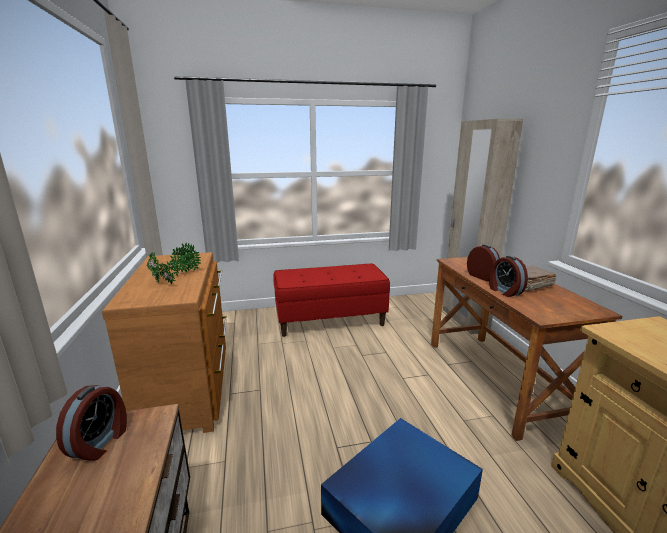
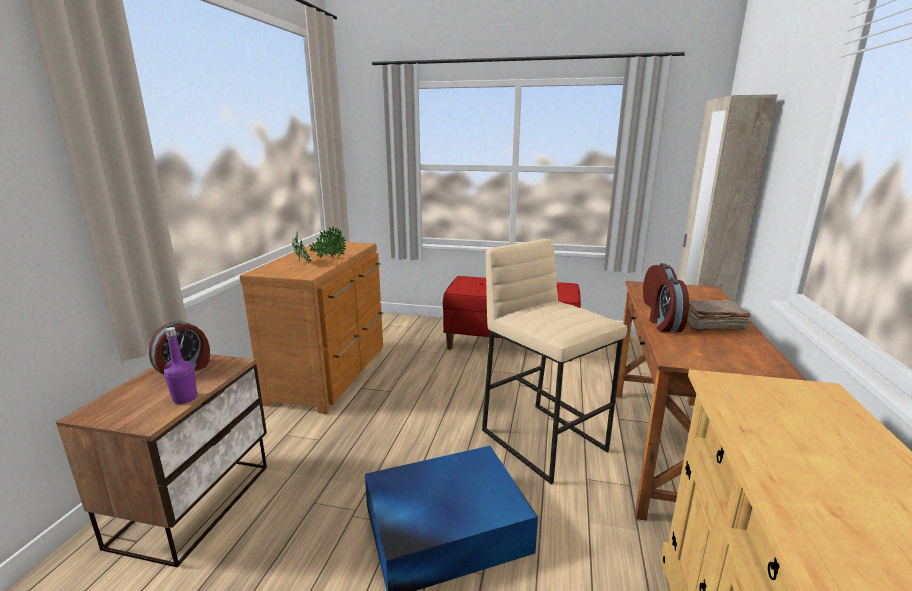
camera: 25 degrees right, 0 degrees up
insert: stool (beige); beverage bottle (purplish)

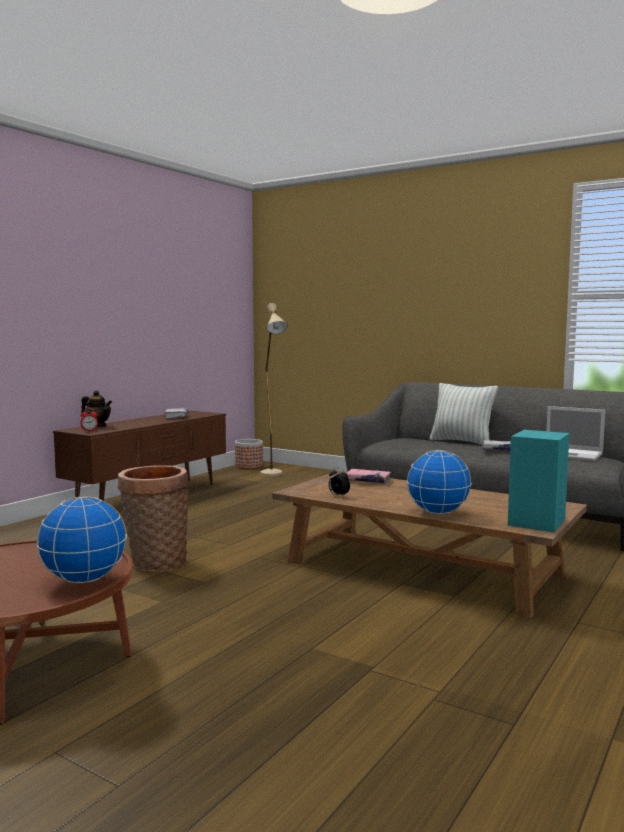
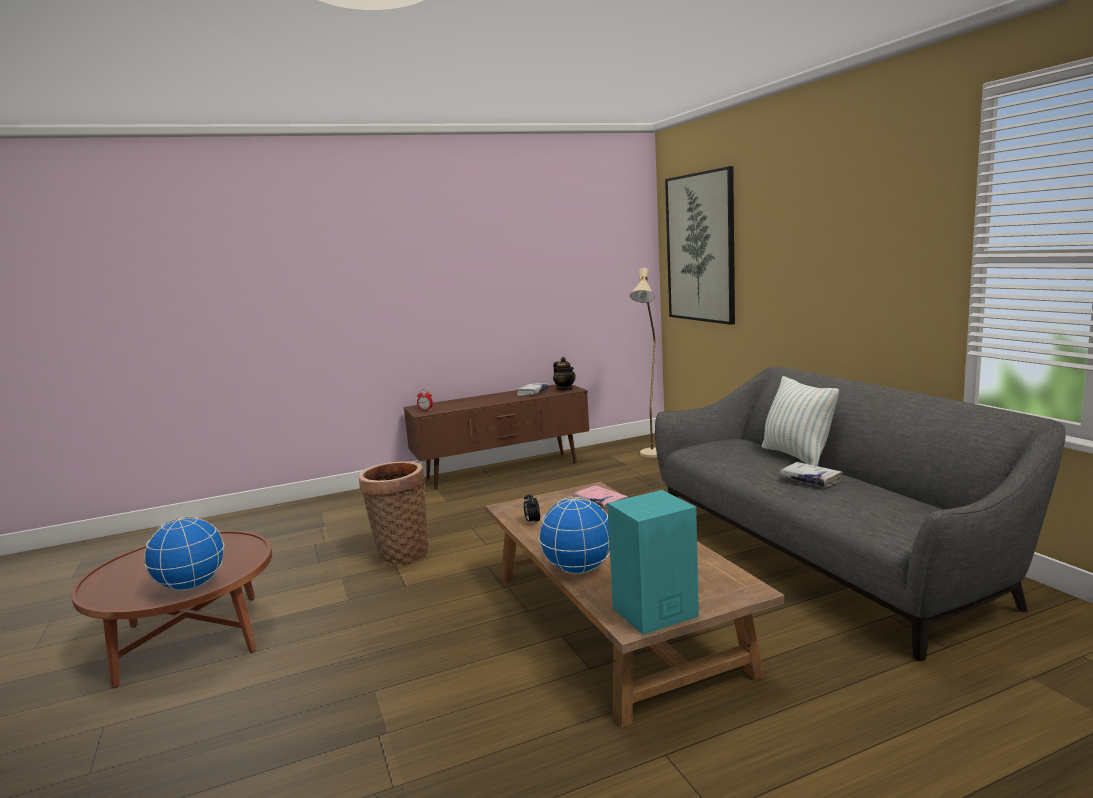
camera: 35 degrees right, 5 degrees up
delete: portable computer; planter
insert: picture
move: pot for tea

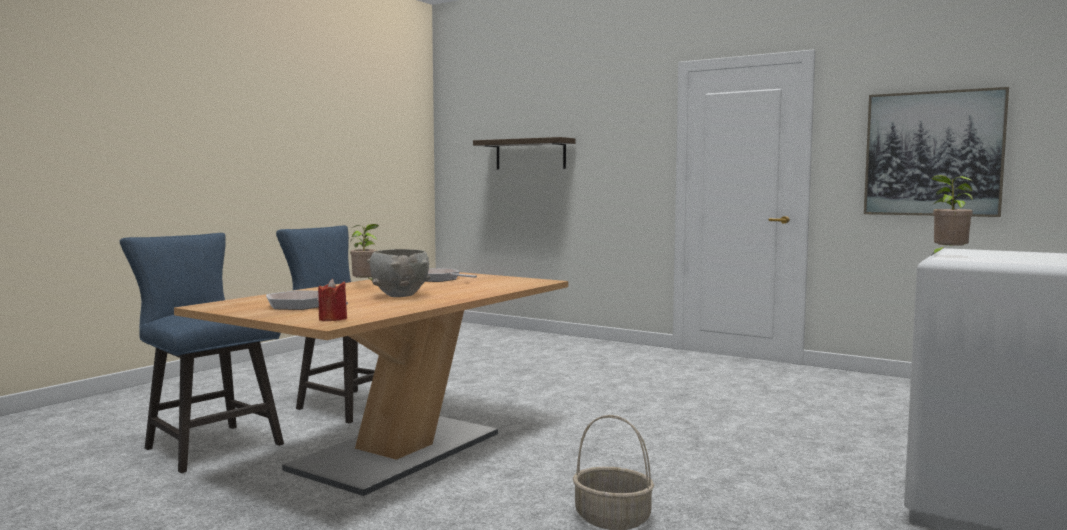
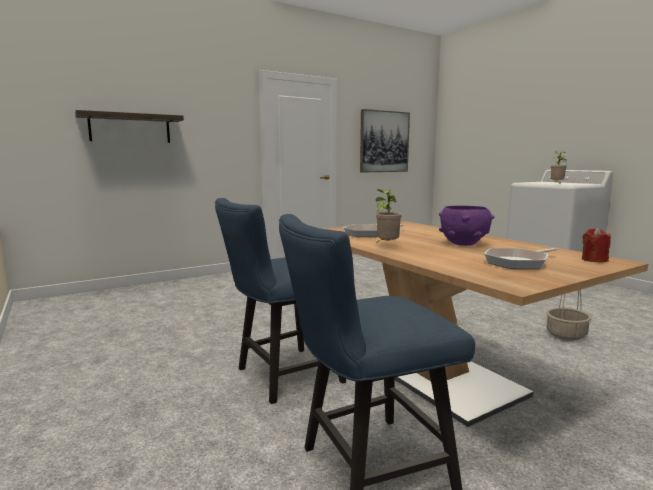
camera: 65 degrees left, 5 degrees up
recolor: deep dish (greyish) to deep dish (purplish)

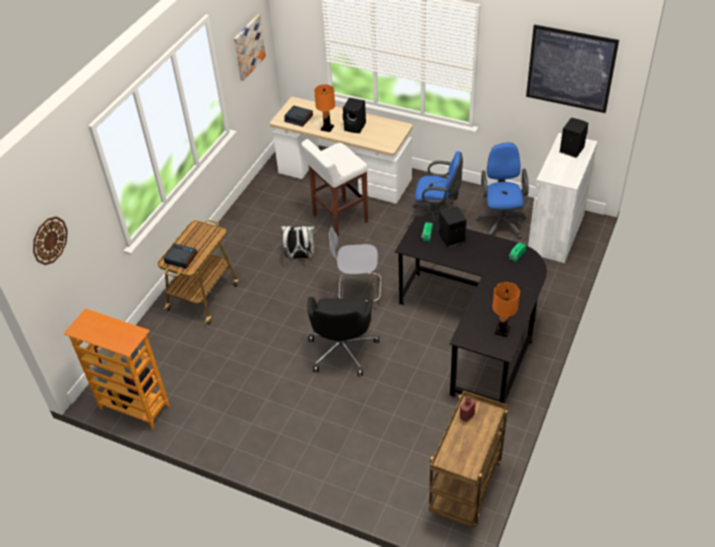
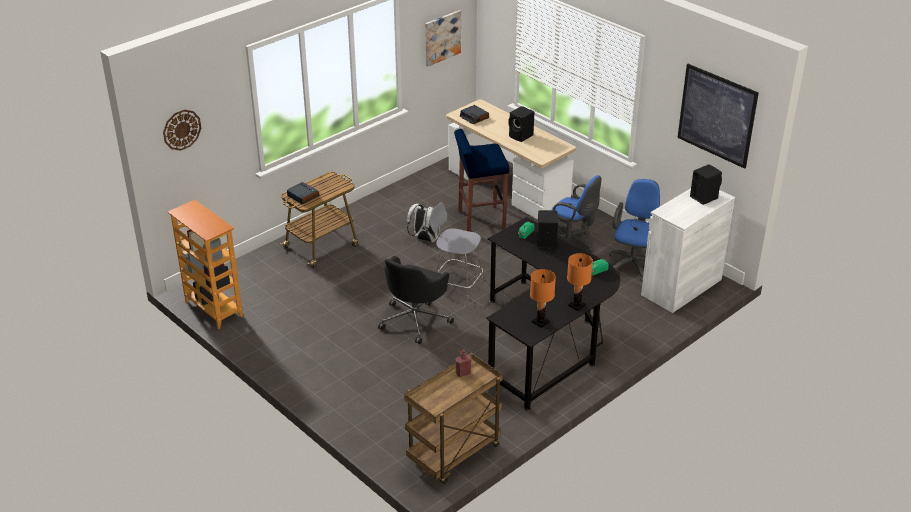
camera: 20 degrees right, 10 degrees down
move: tabletop lamp (orange-coloured) (1st from left in the first image) to tabletop lamp (orange-coloured) (2nd from left)
recolor: stool (white) to stool (blue)

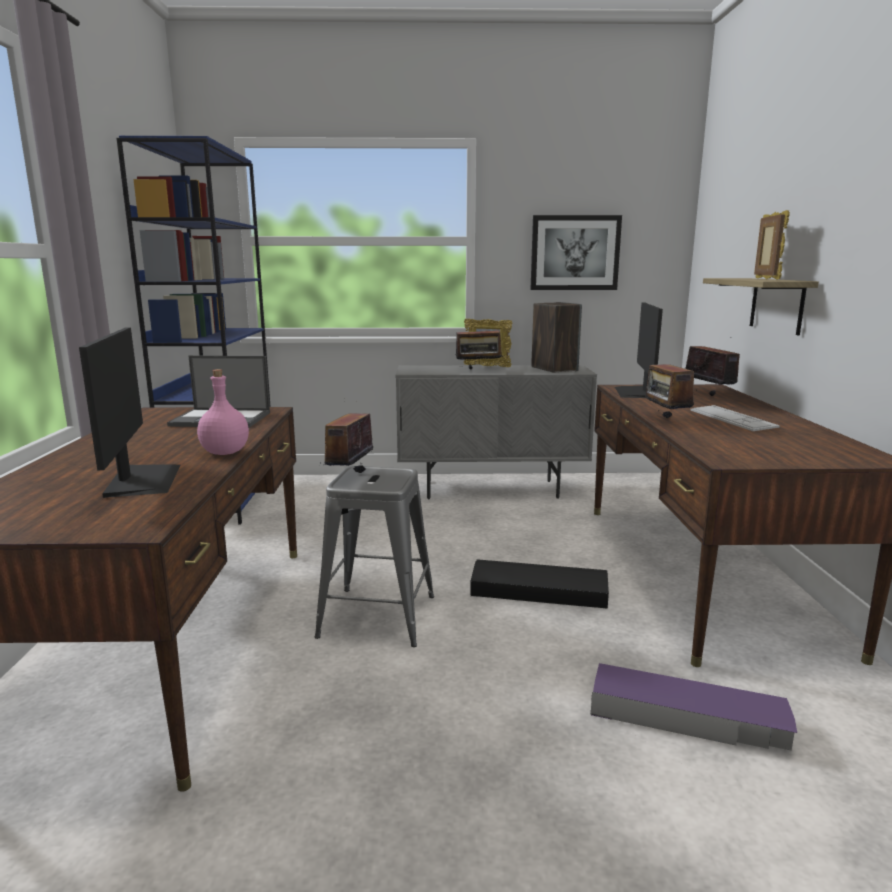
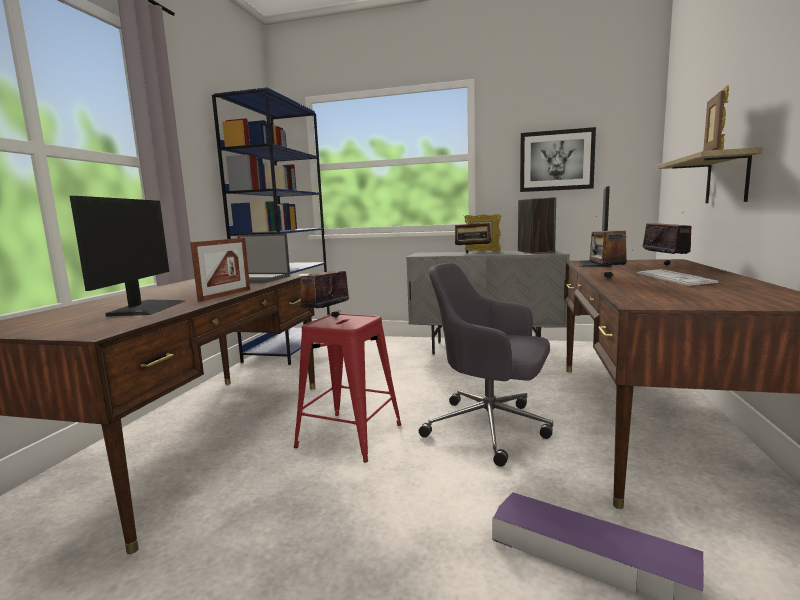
camera: 15 degrees right, 5 degrees down
replace: beverage bottle (pink) to standing frame (1st from left); storage bin (black) to office chair (greyish)
recolor: stool (greyish) to stool (red-coloured)

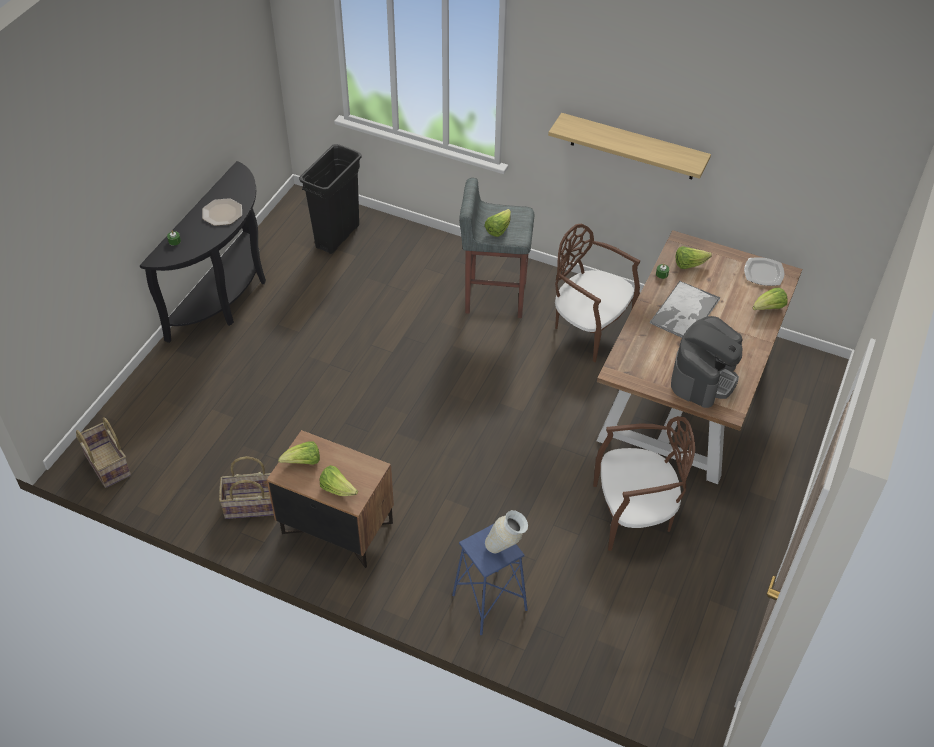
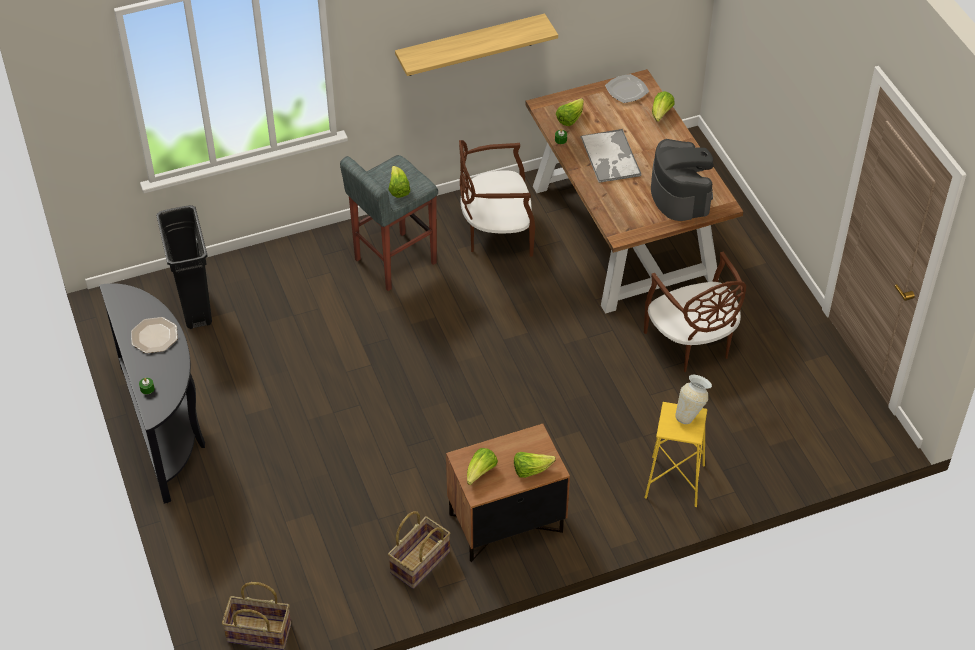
camera: 45 degrees left, 0 degrees up
recolor: stool (blue) to stool (yellow-coloured)
rotate: chair (brown) (2nd from left) 120 degrees clockwise

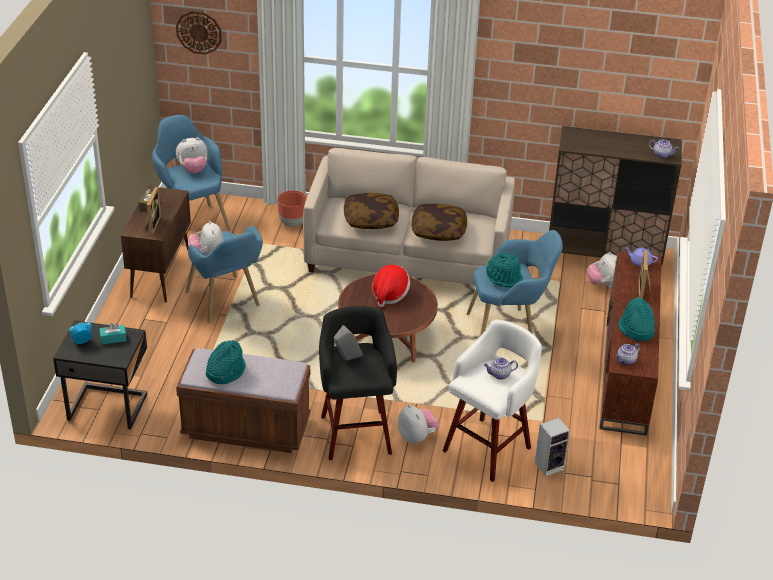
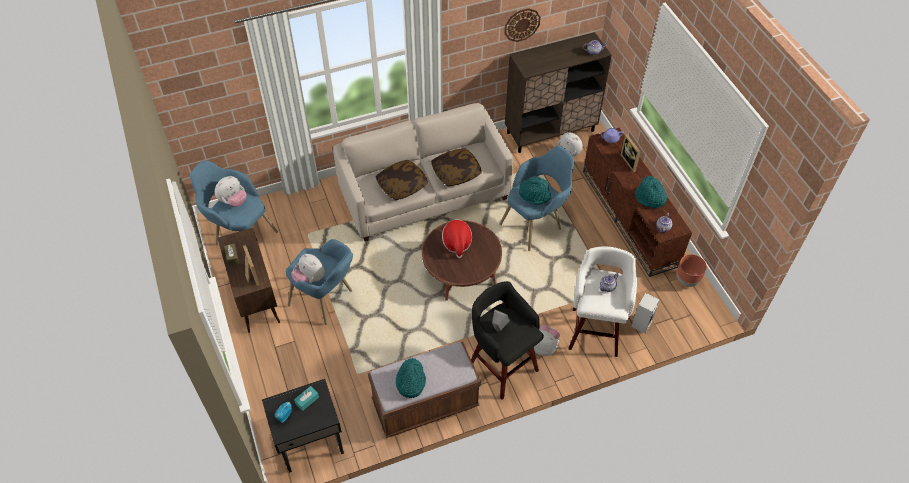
camera: 30 degrees left, 15 degrees up
move: wall clock; planter (brown)

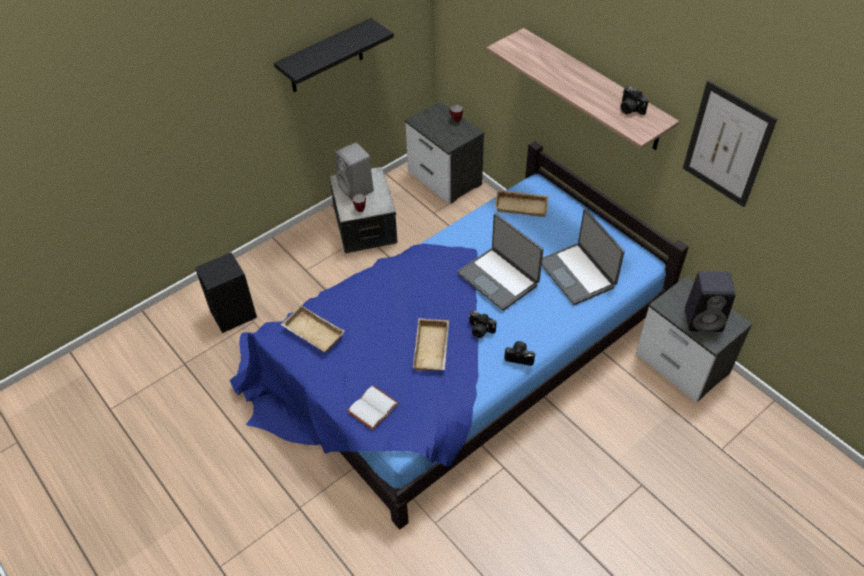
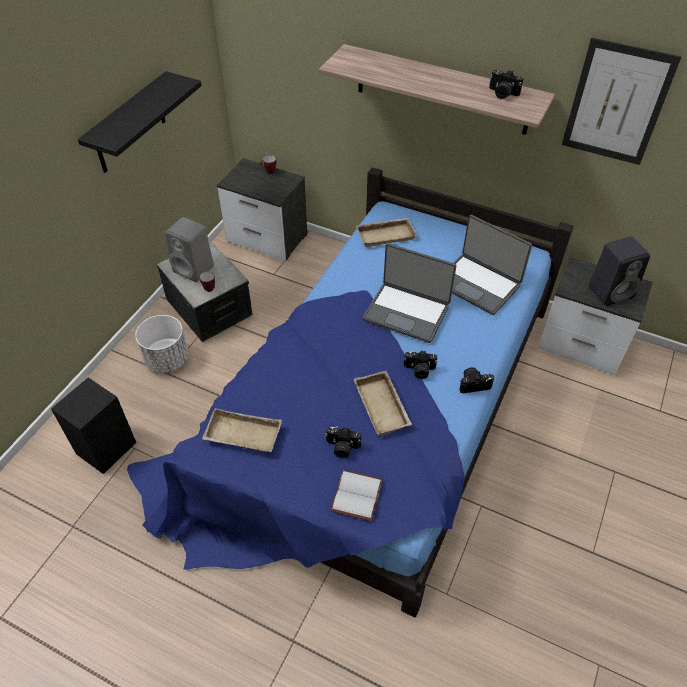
camera: 25 degrees left, 0 degrees up
insert: planter (white); photo camera (1st from left)

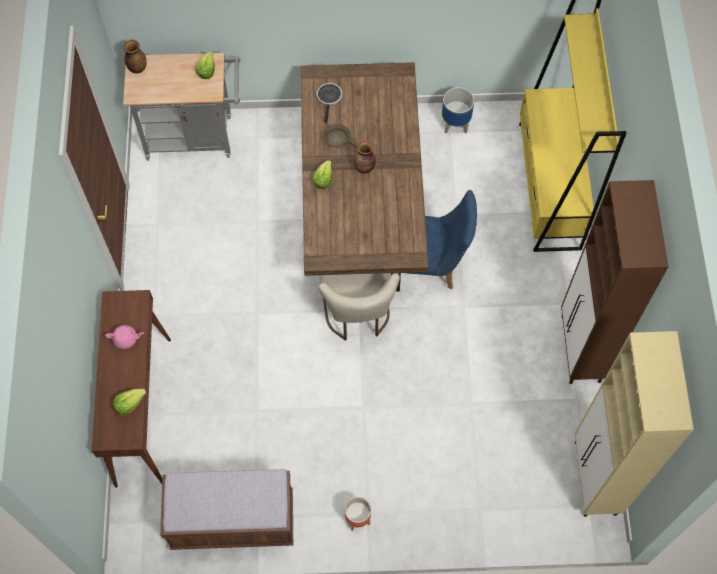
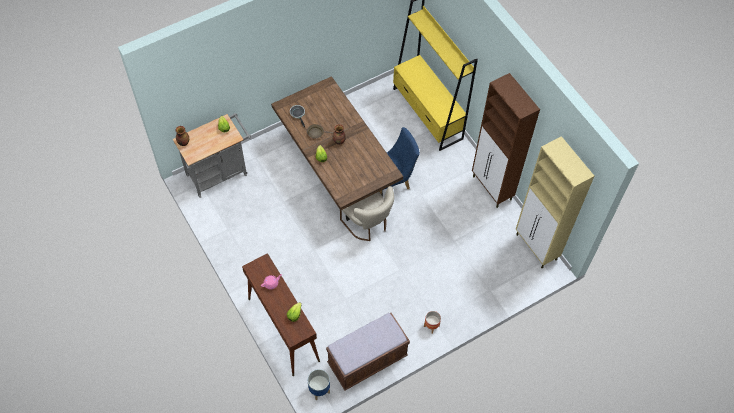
camera: 30 degrees left, 5 degrees down
move: planter (2nd from left in the first image) to planter (1st from left)

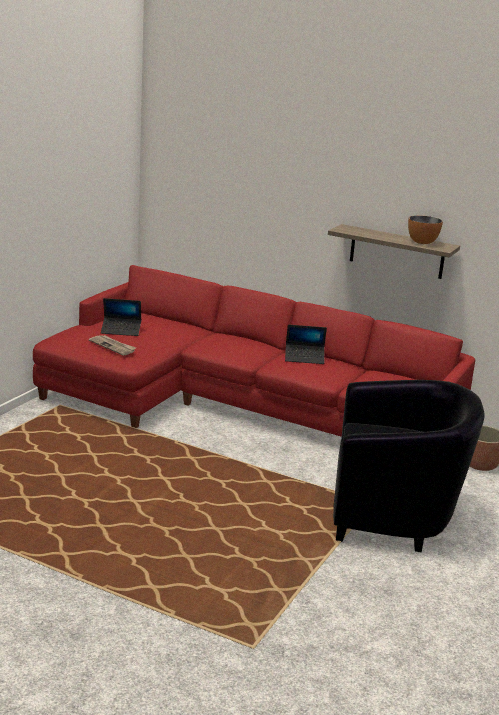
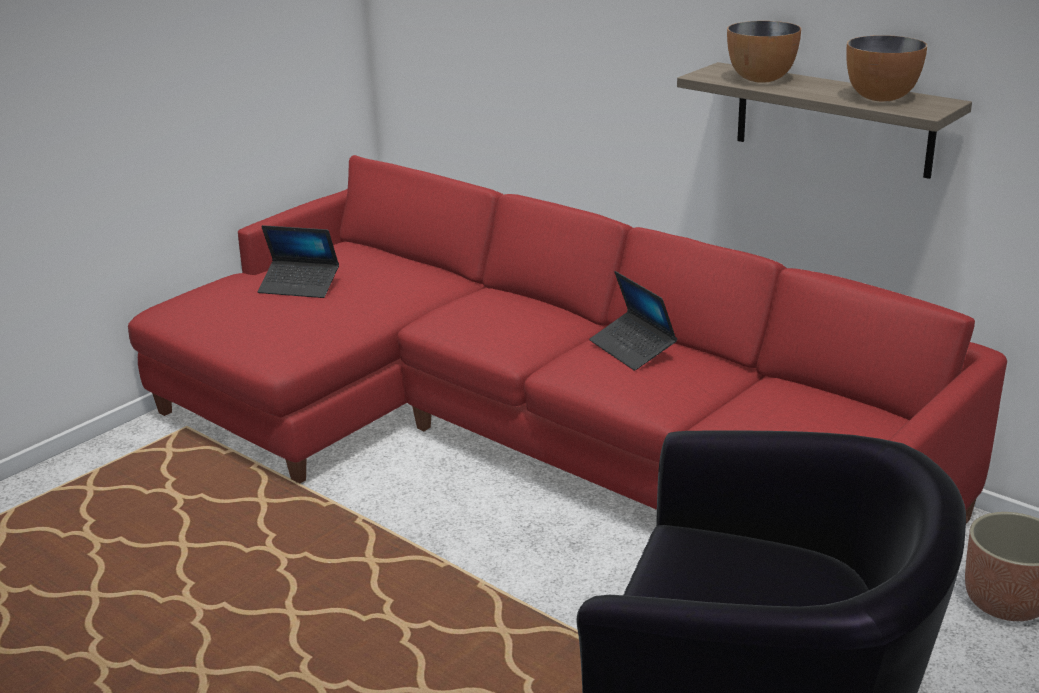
camera: 15 degrees right, 5 degrees up
delete: newspaper
insert: deep dish (1st from left)
rotate: portable computer (2nd from left) 45 degrees clockwise

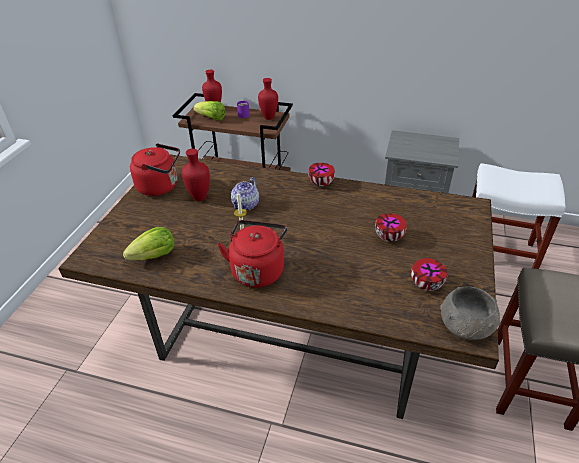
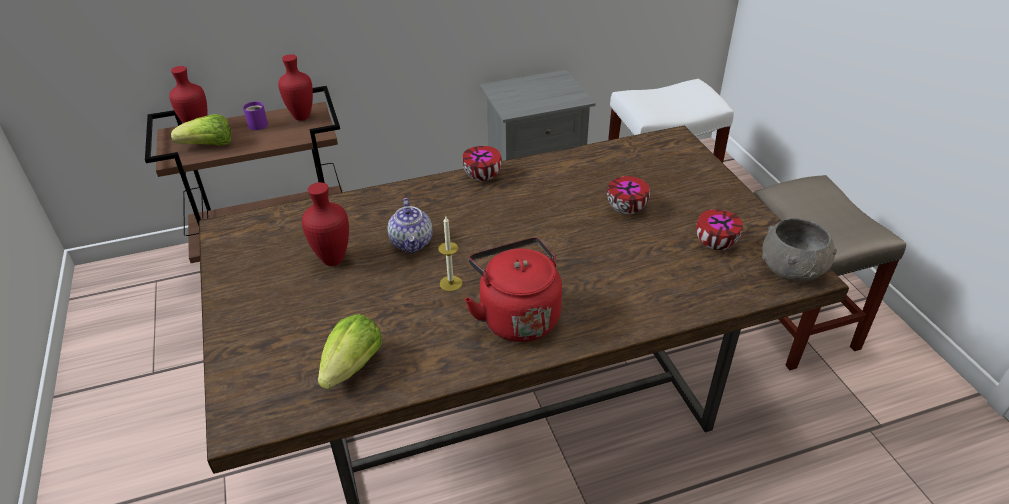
camera: 35 degrees left, 0 degrees up
delete: tea kettle (red-coloured) (1st from left)

